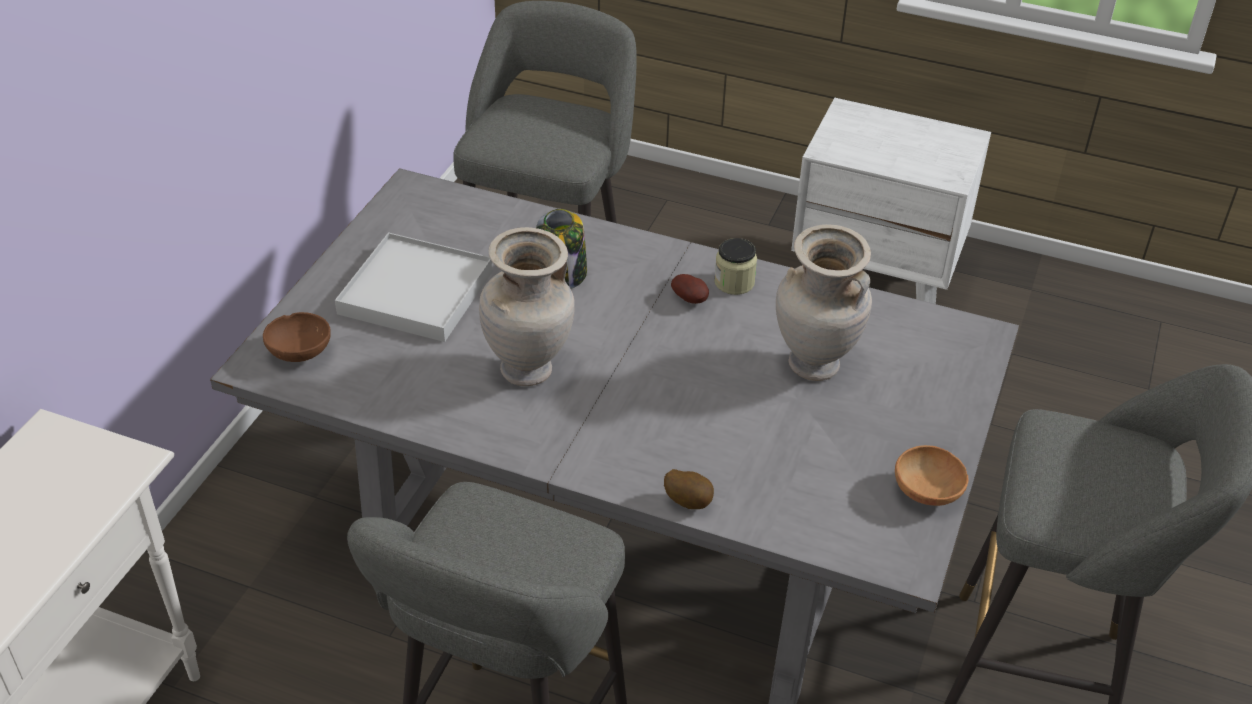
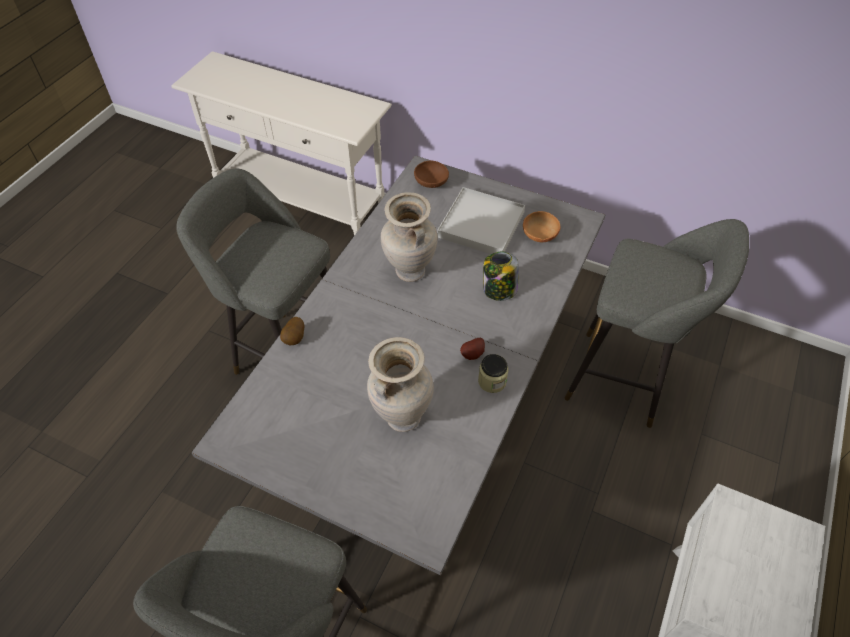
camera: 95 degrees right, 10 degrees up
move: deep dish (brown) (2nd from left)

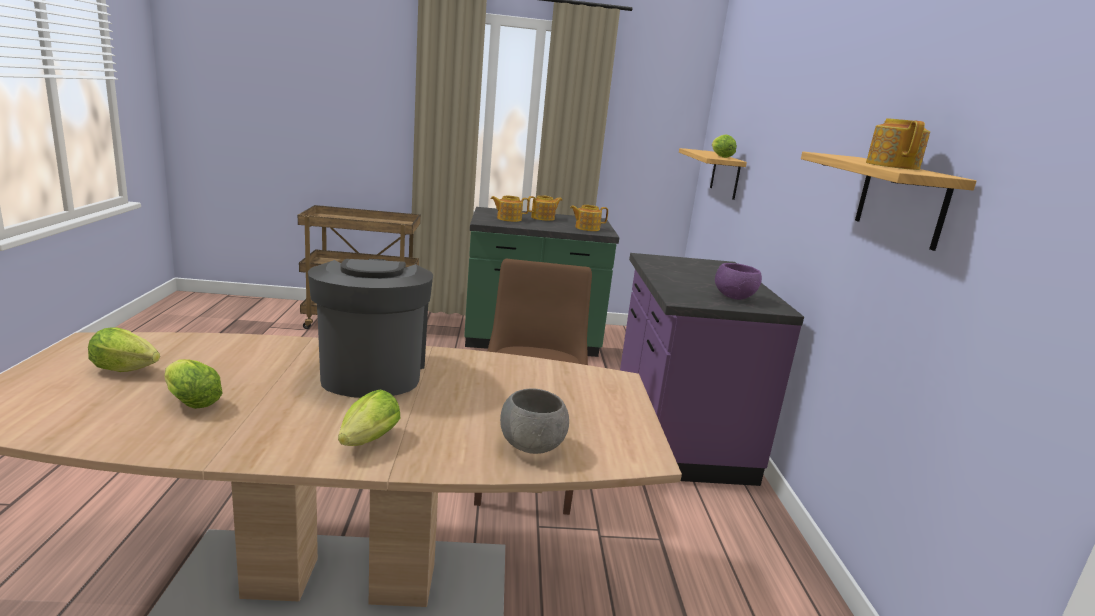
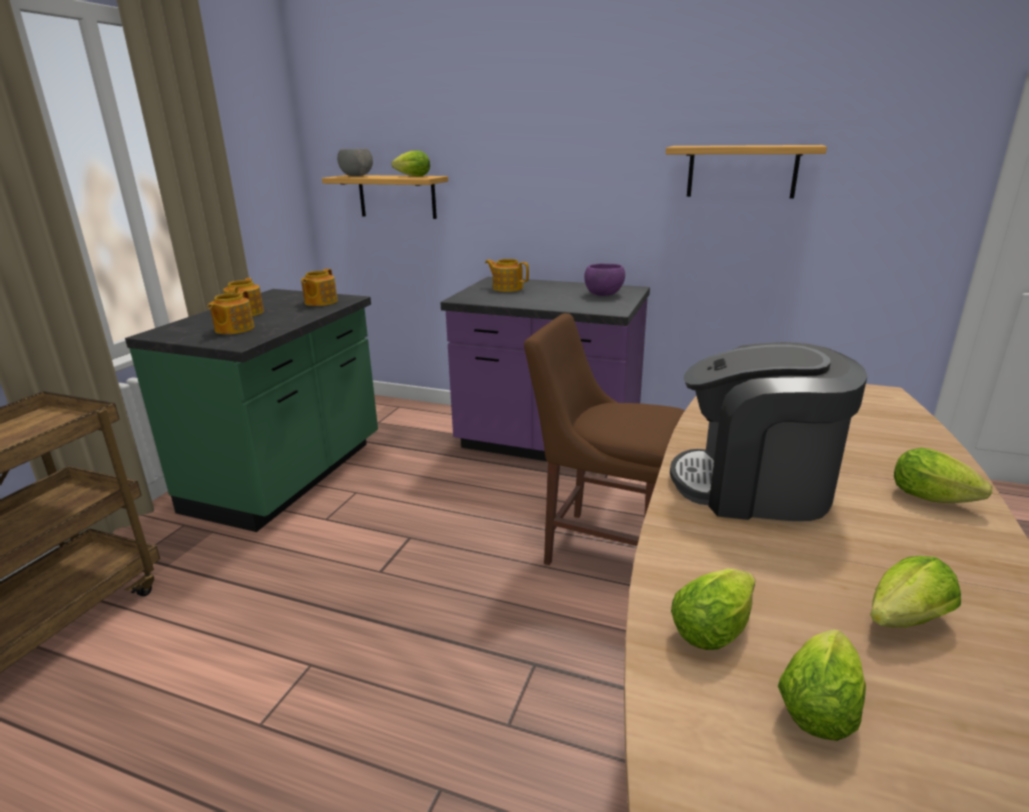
camera: 65 degrees left, 5 degrees up
insert: head of lettuce (2nd from left)
move: pot for tea (4th from left); deep dish (greyish)

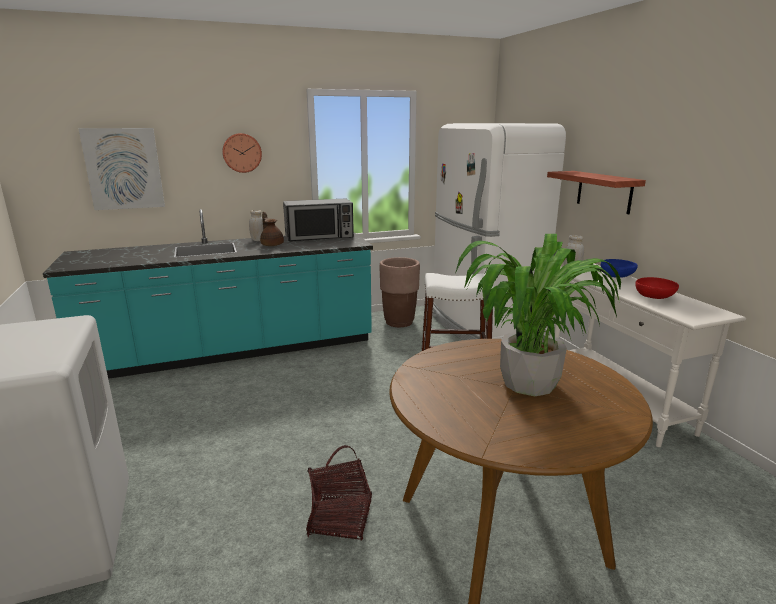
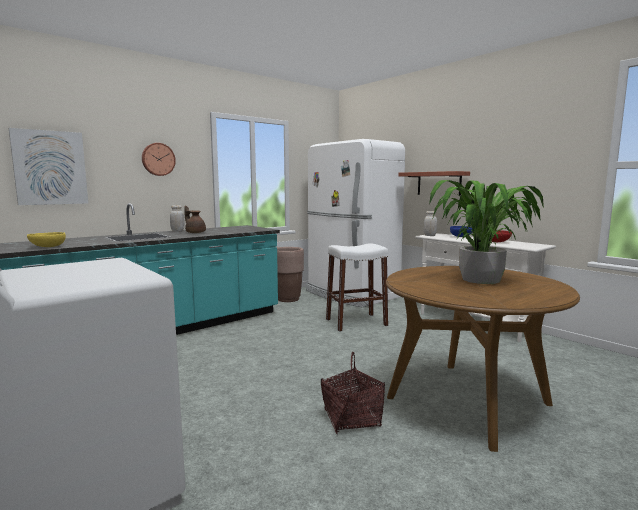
camera: 20 degrees left, 10 degrees down
delete: microwave oven
insert: deep dish (yellow-coloured)

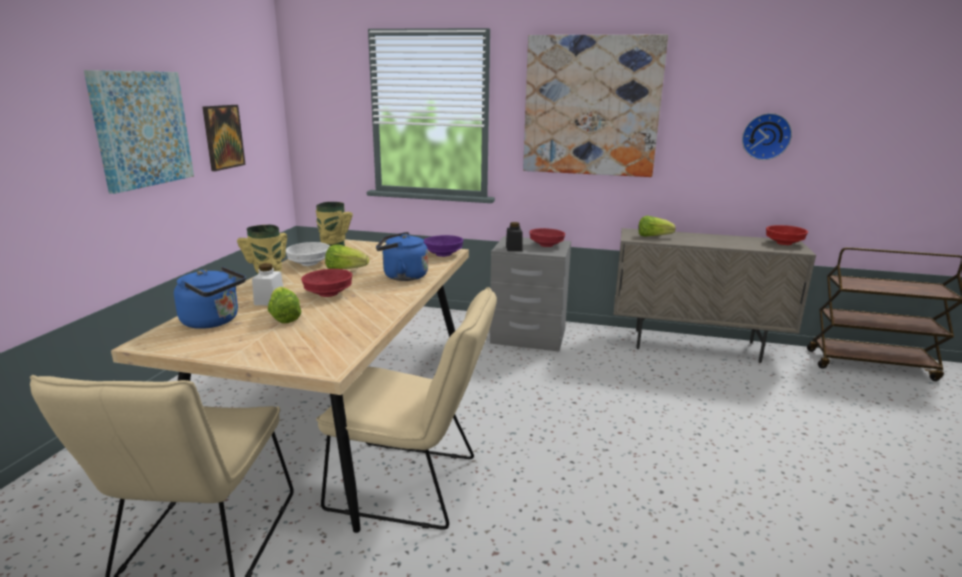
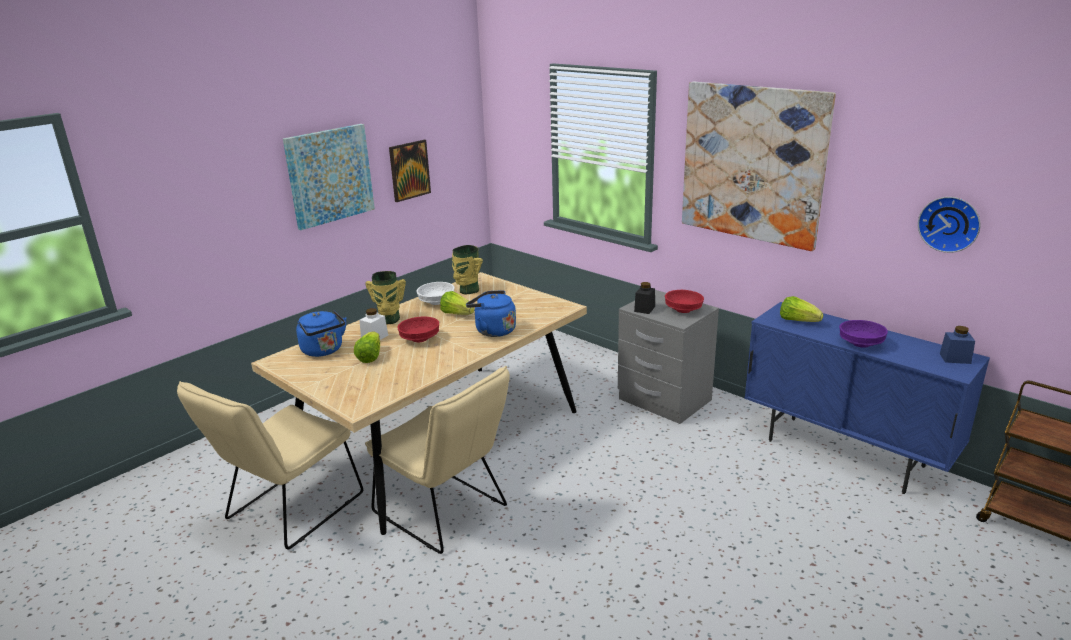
camera: 30 degrees right, 5 degrees up
move: deep dish (purplish)
replace: deep dish (red-coloured) (3rd from left) to storage jar (blue)
recolor: cabinet (beige) to cabinet (blue)

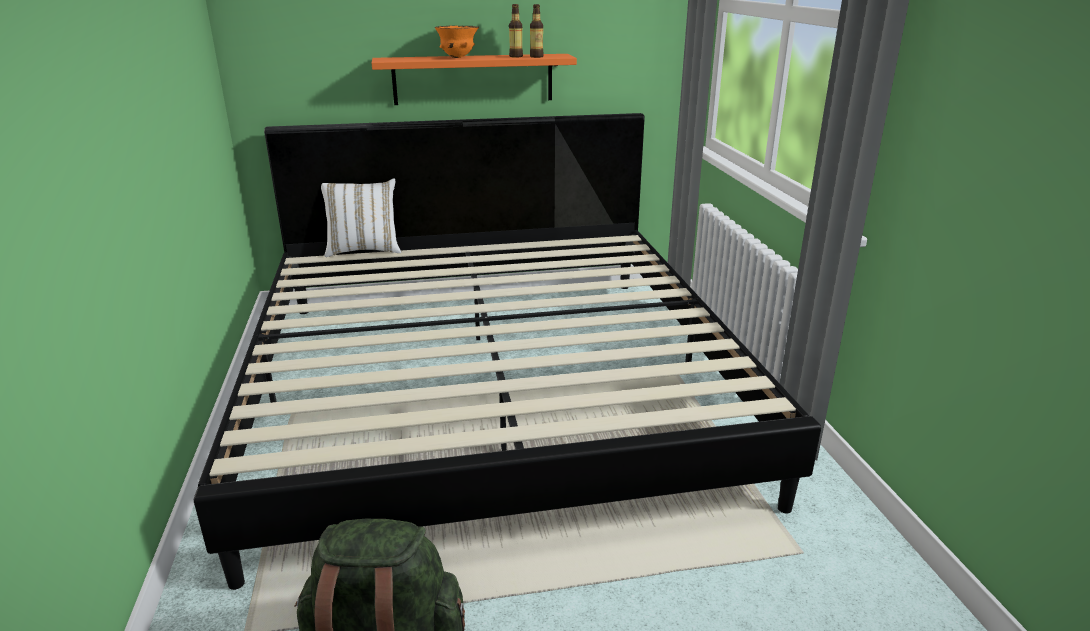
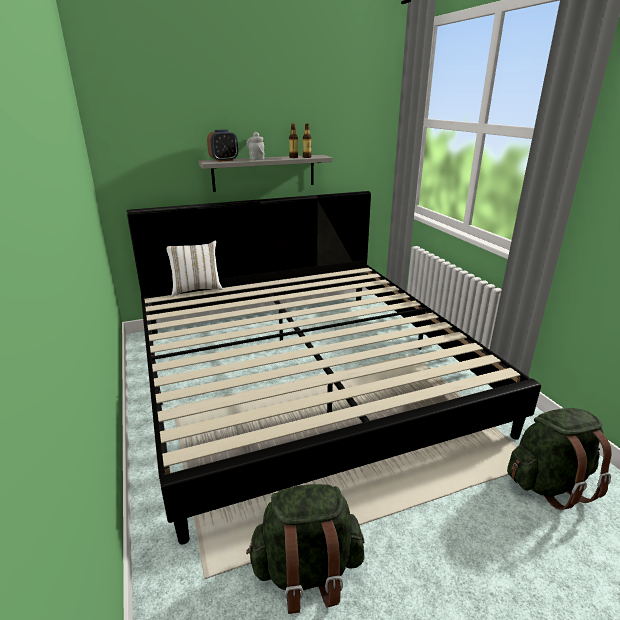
camera: 10 degrees left, 0 degrees up
insert: alarm clock; rucksack (green-coloured) (2nd from left)
replace: deep dish (orange-coloured) to pot for tea (greyish)
recolor: bracket shelf (orange-coloured) to bracket shelf (greyish)

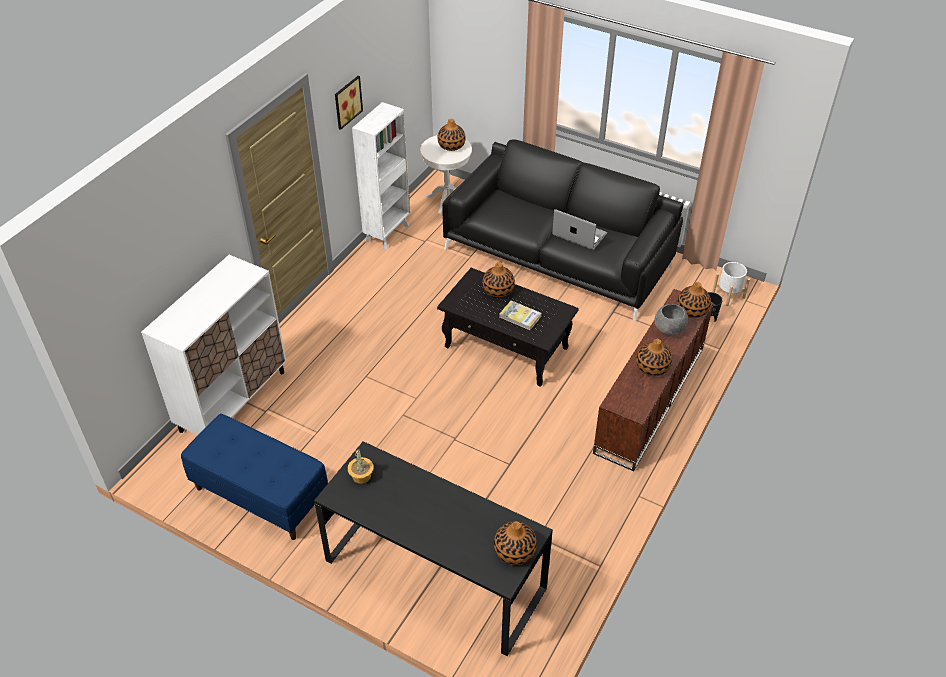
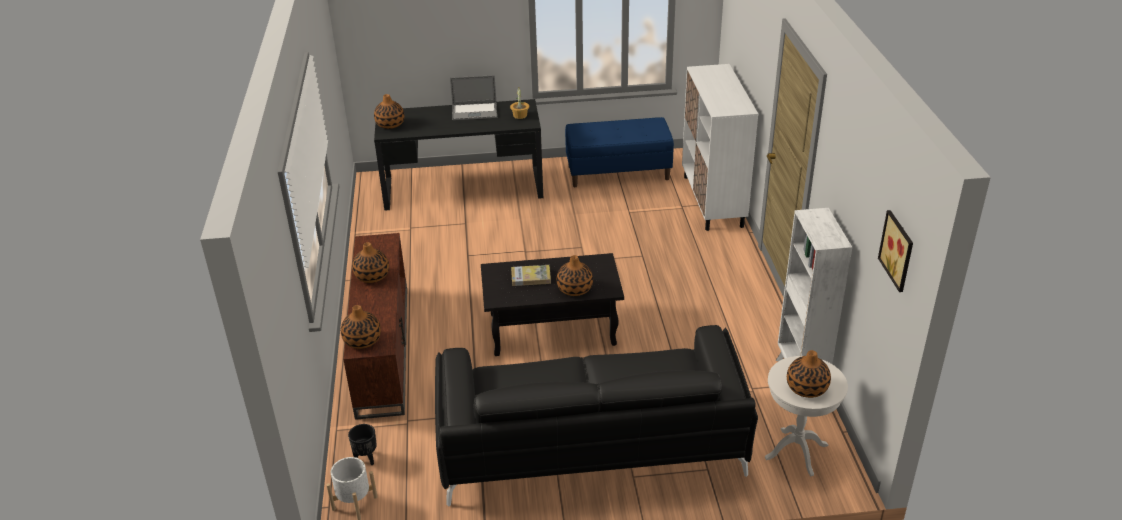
camera: 145 degrees right, 10 degrees down
delete: deep dish (greyish)
move: picture; portable computer

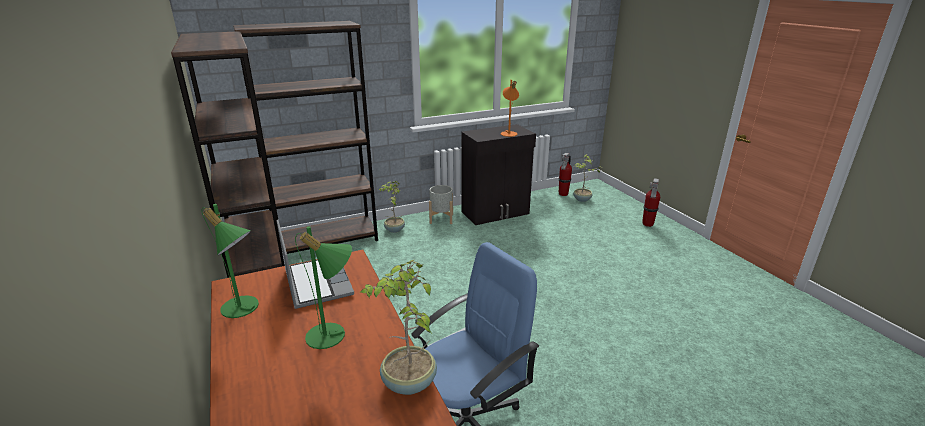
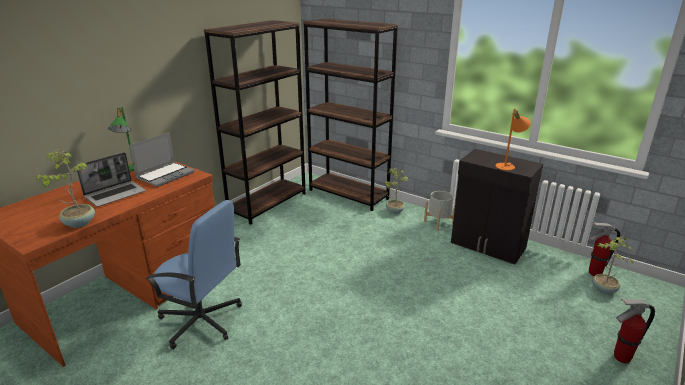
camera: 60 degrees right, 0 degrees up
replace: tabletop lamp (green-coloured) (2nd from left) to portable computer (1st from left)

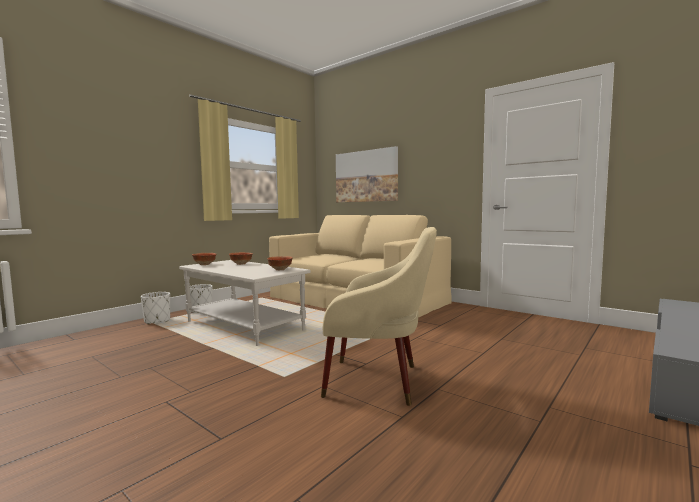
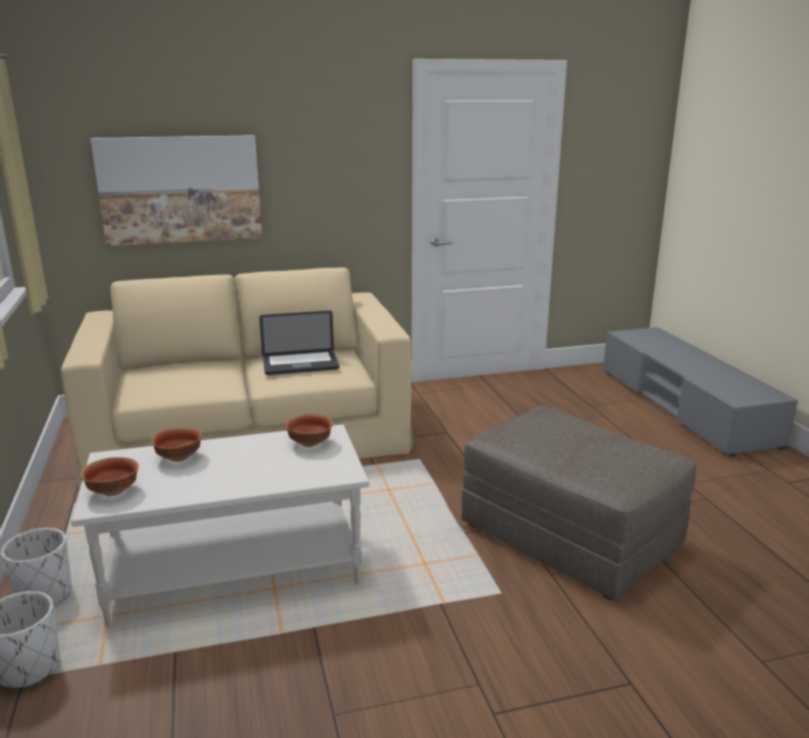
camera: 55 degrees left, 15 degrees up
insert: portable computer
replace: lounge chair (beige) to footrest (greyish)

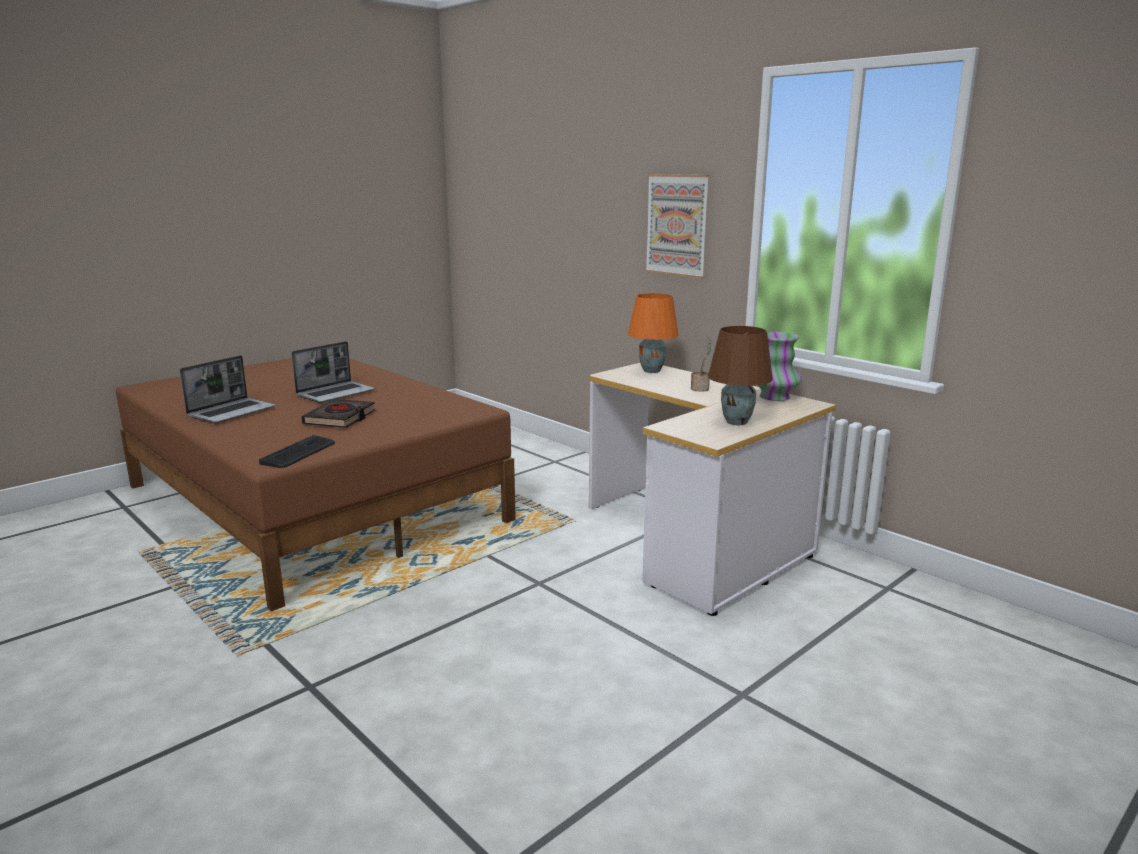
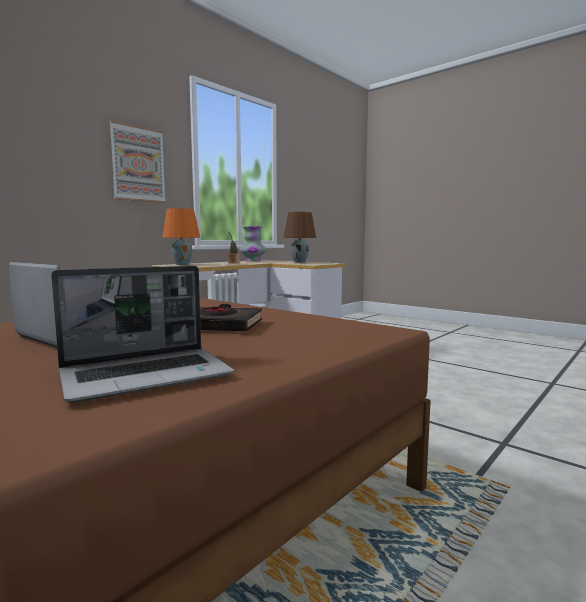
camera: 95 degrees left, 10 degrees down
delete: computer keyboard
rotate: portable computer (1st from left in the first image) 120 degrees clockwise

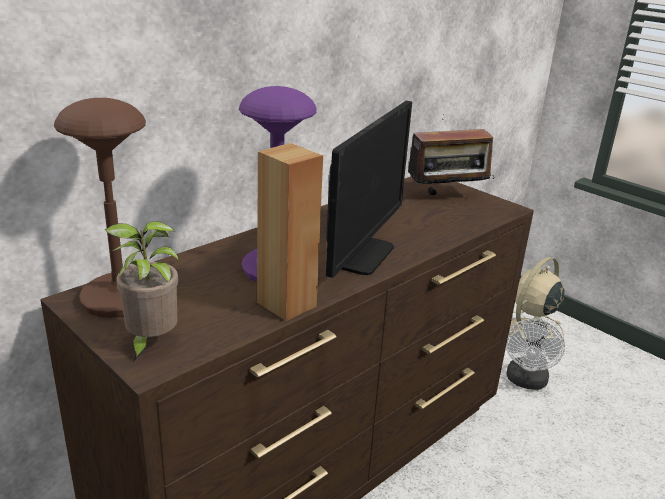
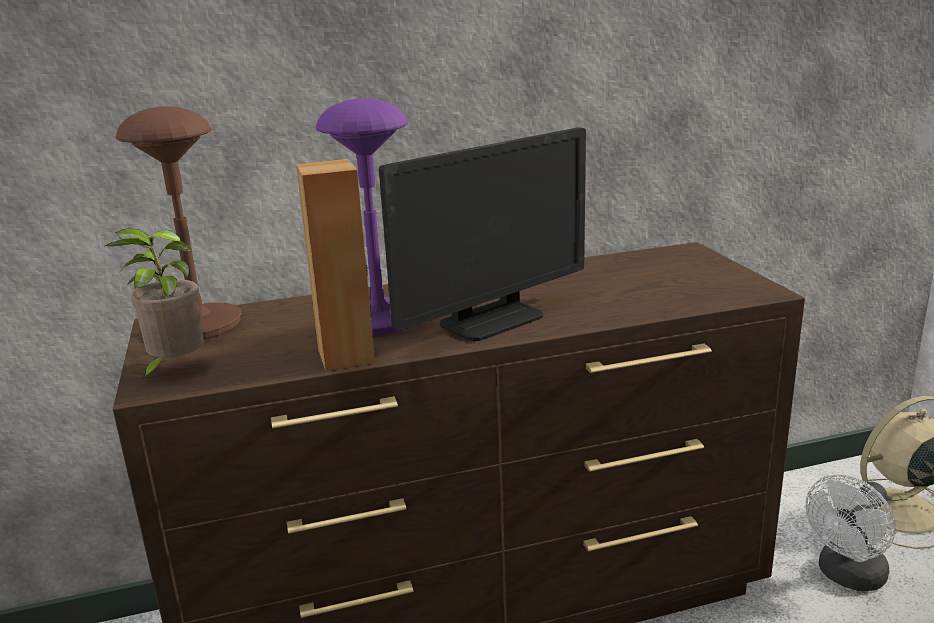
camera: 30 degrees right, 5 degrees down
delete: radio set

